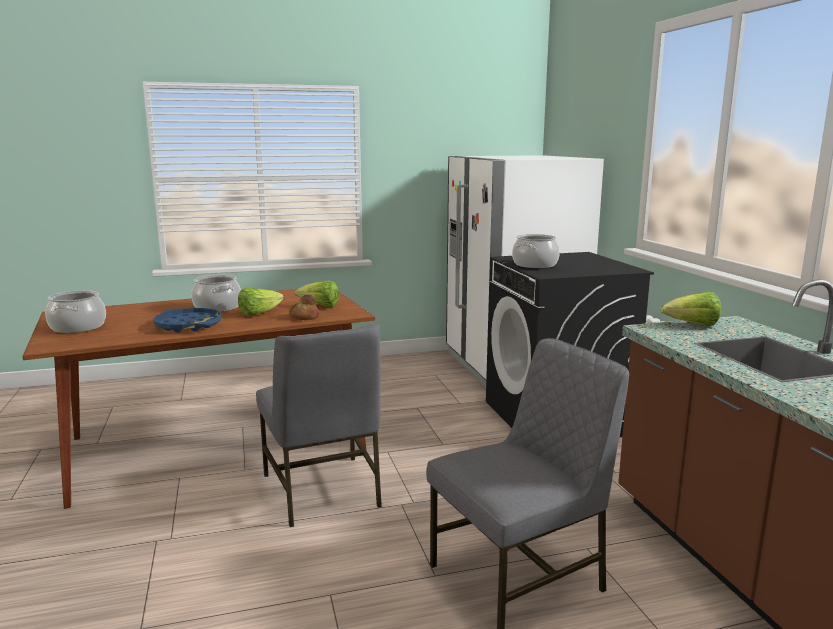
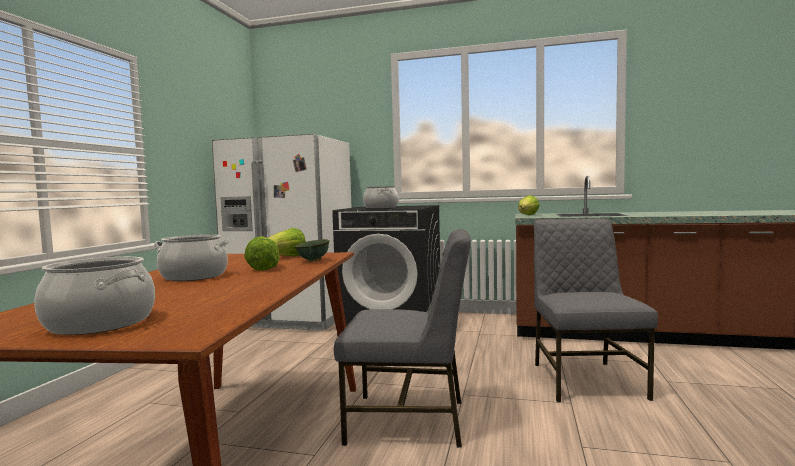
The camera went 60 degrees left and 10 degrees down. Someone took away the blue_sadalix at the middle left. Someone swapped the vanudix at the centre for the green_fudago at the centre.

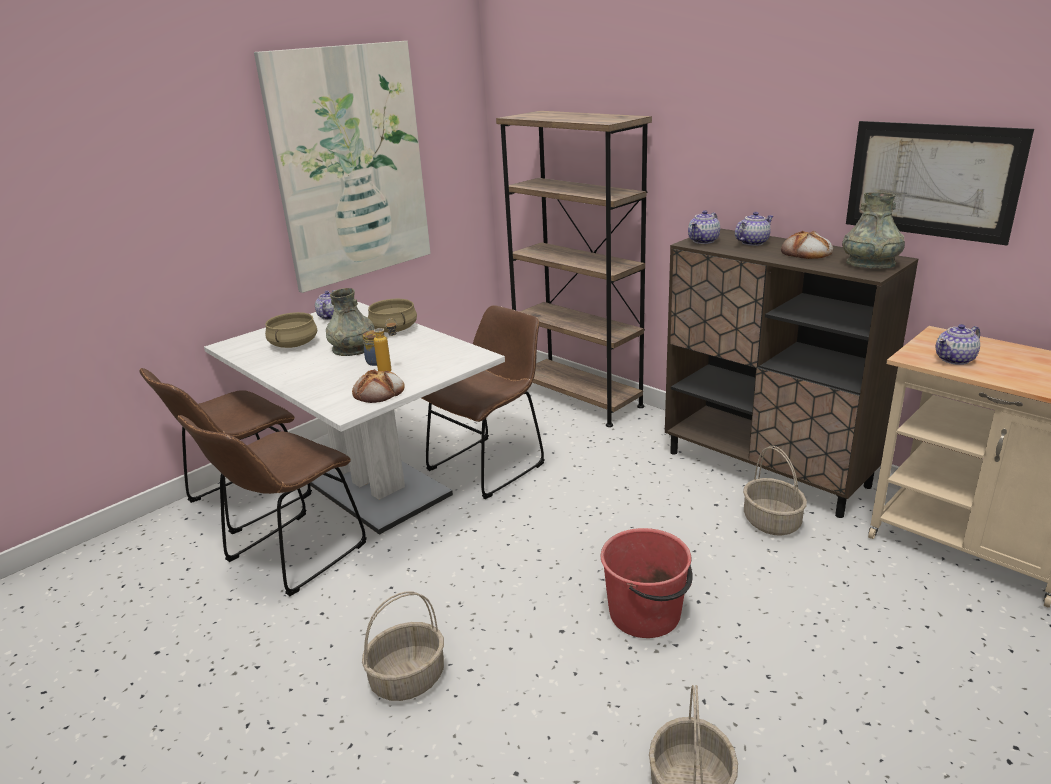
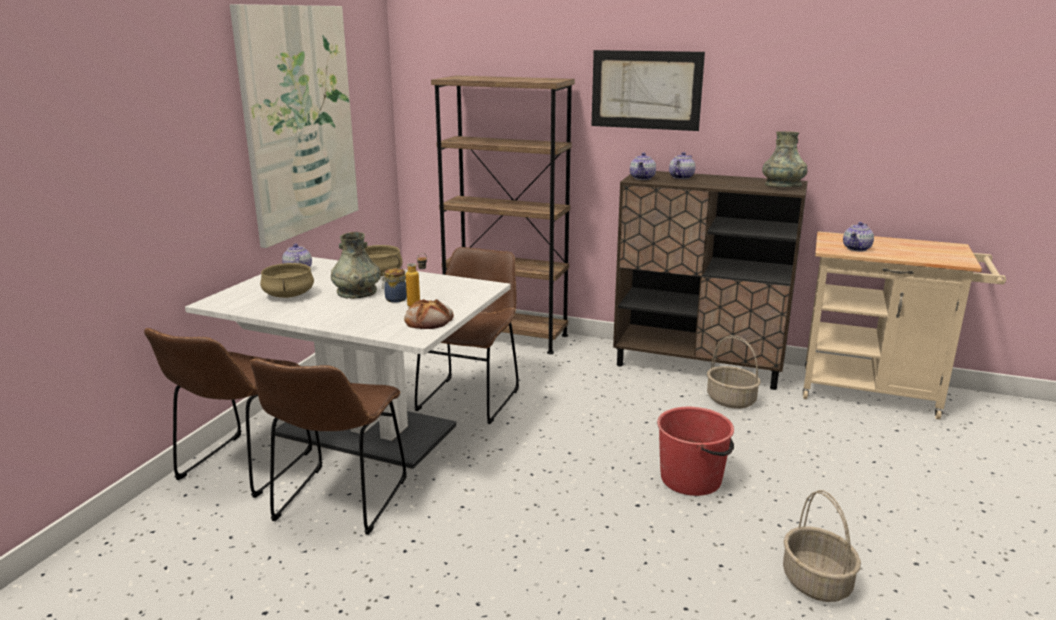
The camera went 25 degrees left and 5 degrees down. Someone took away the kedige (no. 1 from left) at the bottom centre. Someone took away the vanudix (no. 2 from left) at the top right. Someone carried the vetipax (no. 2 from left) from the top right to the top centre.

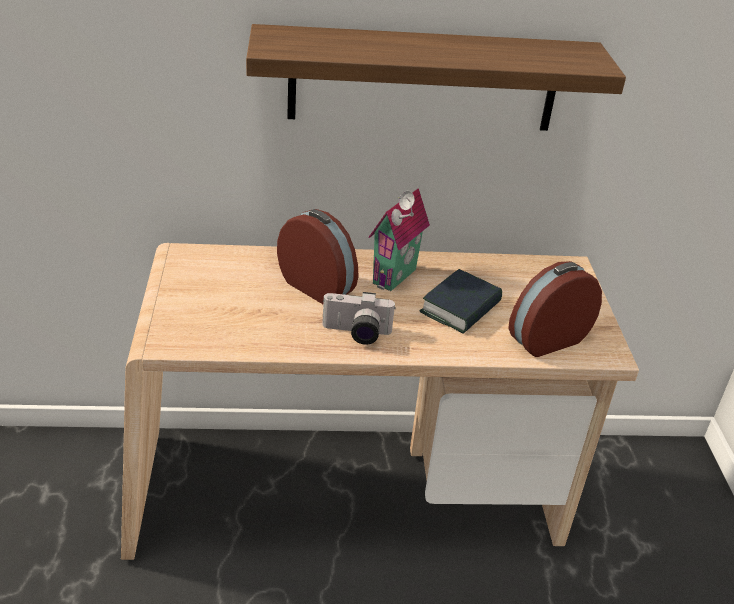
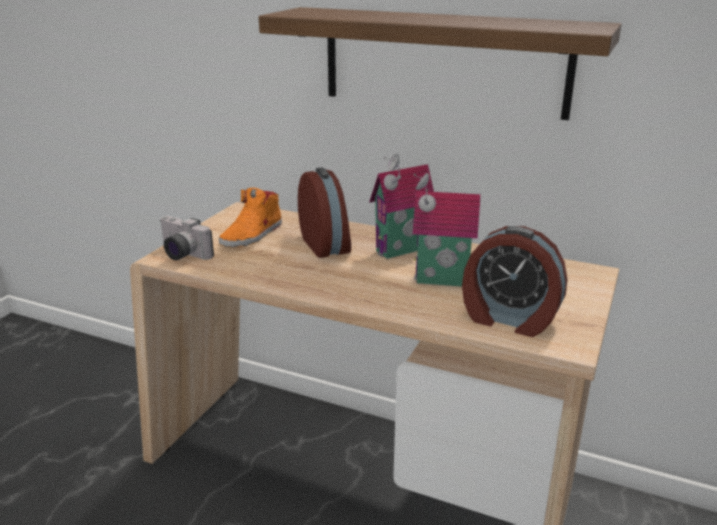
The camera went 30 degrees right and 10 degrees down. Someone put down the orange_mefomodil at the centre. Someone carried the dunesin from the centre to the middle left. Someone swapped the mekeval at the centre for the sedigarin (no. 2 from left) at the centre. Someone rotated the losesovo (no. 2 from left) at the middle right by 150 degrees counterclockwise.

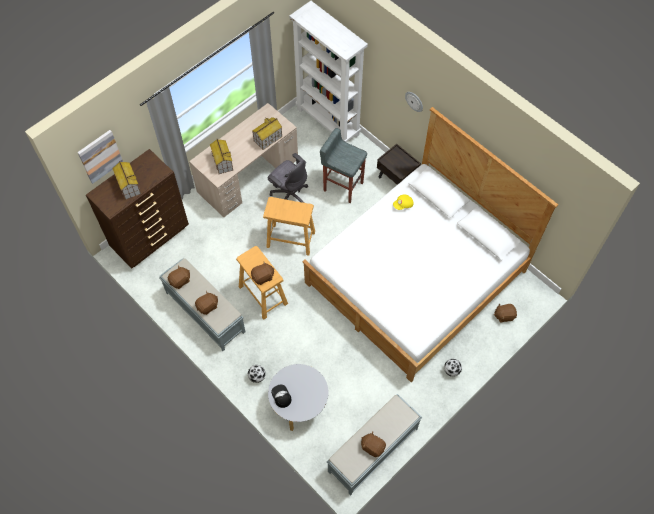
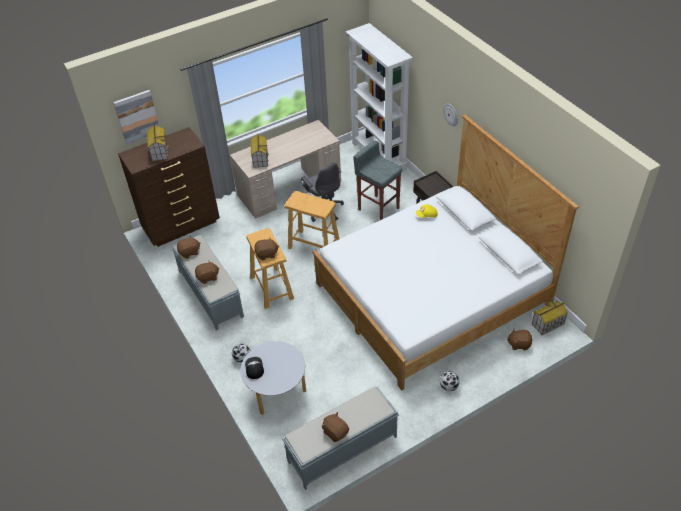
The camera went 15 degrees right and 15 degrees down. Someone carried the sedigarin (no. 3 from left) from the top centre to the middle right.

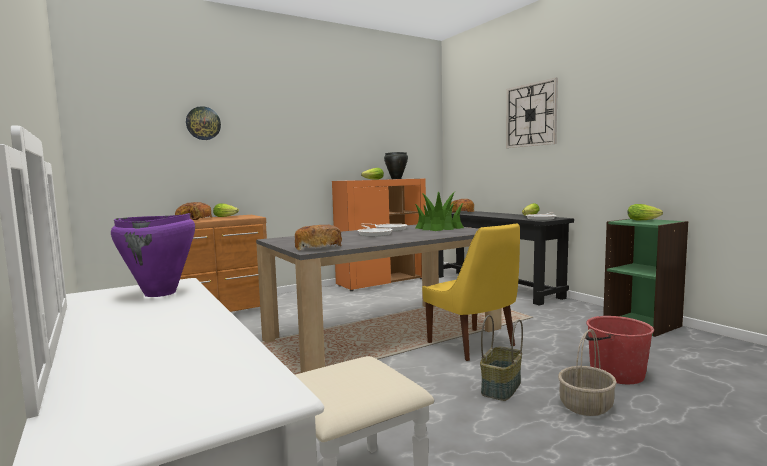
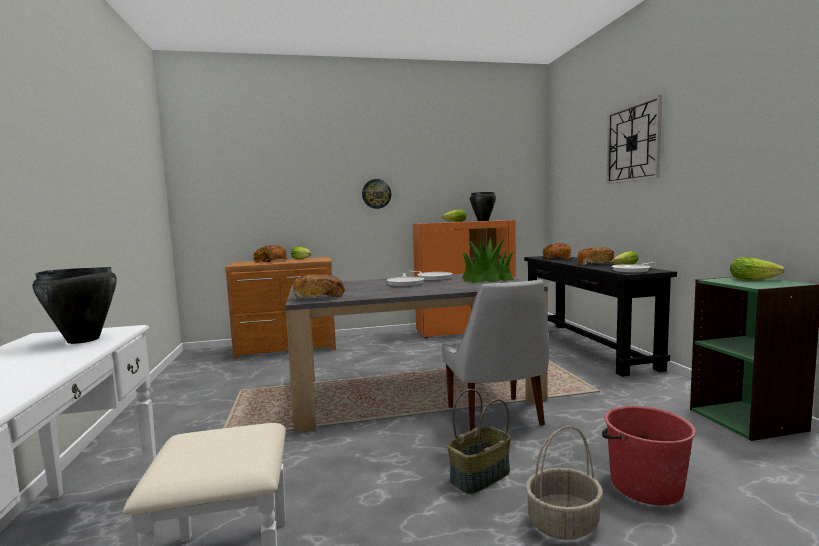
The camera went 20 degrees right and 0 degrees up. Someone put down the vanudix (no. 4 from left) at the middle right. Someone carried the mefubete (no. 1 from left) from the top left to the centre. Someone repainted the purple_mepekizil at the middle left, which became the black_mepekizil (no. 1 from left) at the middle left. Someone repainted the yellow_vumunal at the centre, which became the white_vumunal at the centre.

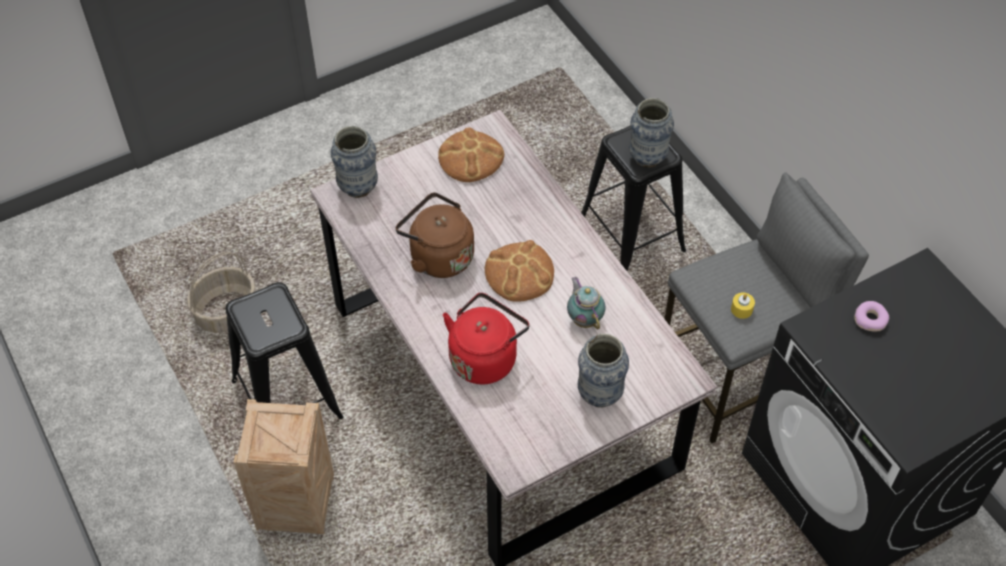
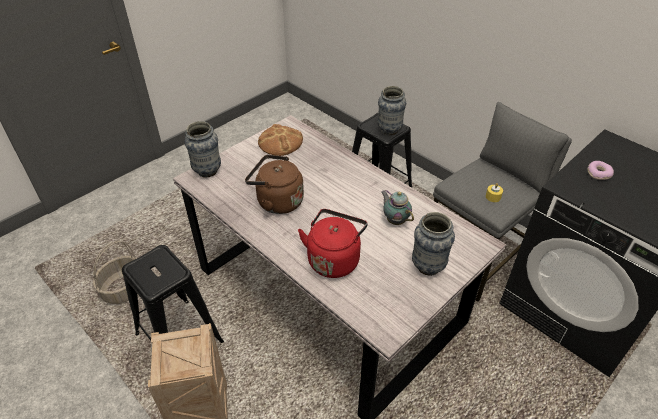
The camera went 15 degrees left and 10 degrees down. Someone took away the vanudix (no. 2 from left) at the centre.

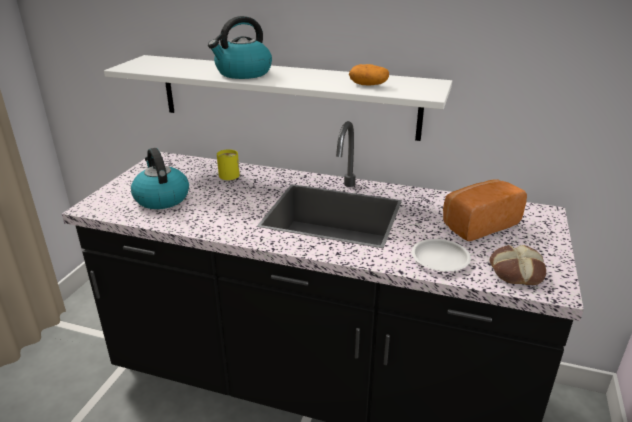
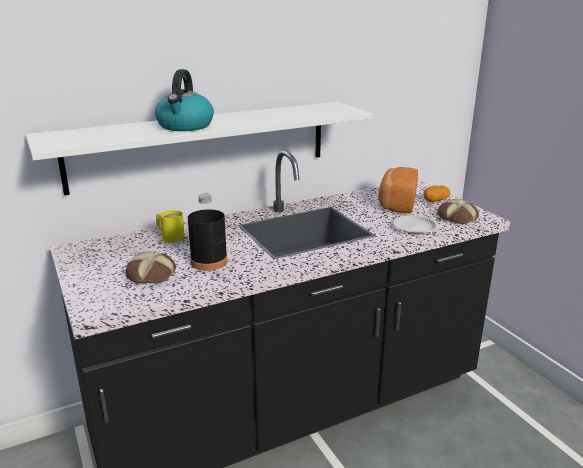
The camera went 45 degrees left and 5 degrees down. Someone put down the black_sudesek at the centre. Someone carried the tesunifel from the top centre to the middle right. Someone swapped the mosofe (no. 1 from left) at the middle left for the vanudix (no. 1 from left) at the middle left.

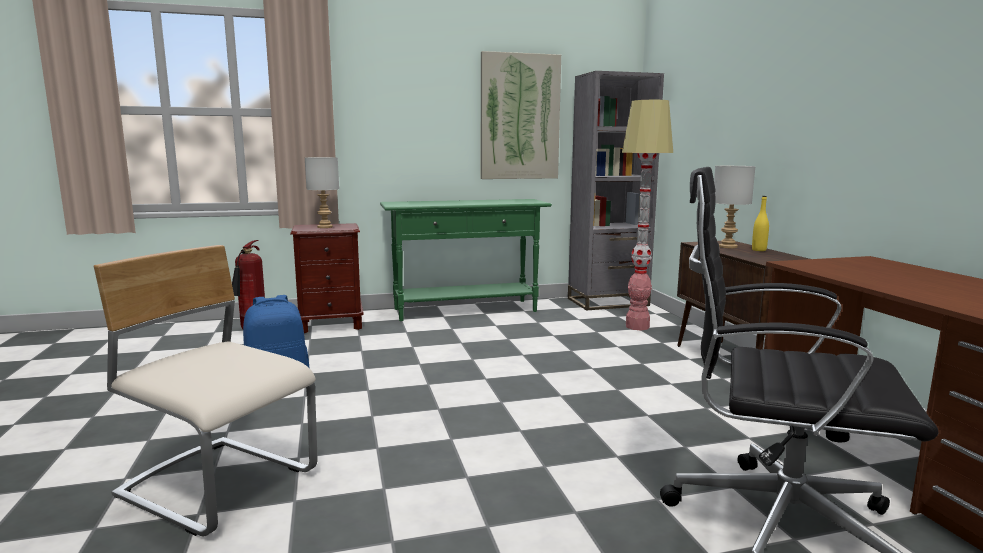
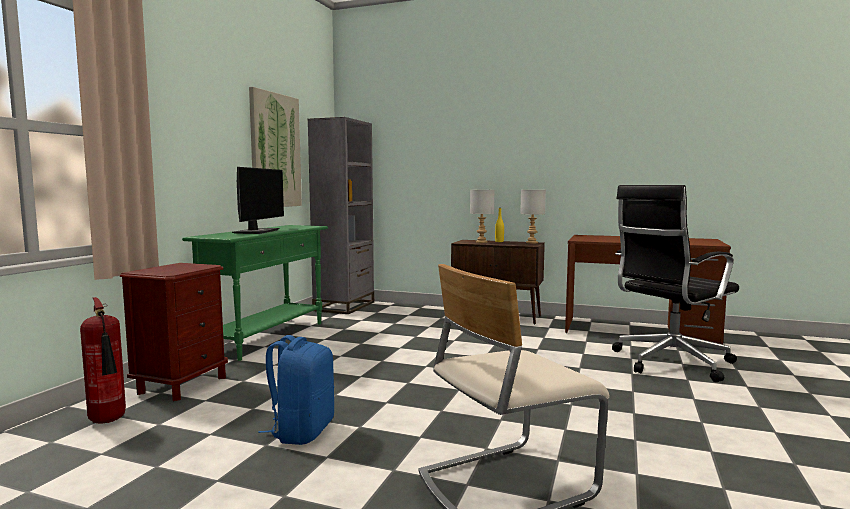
The camera went 55 degrees left and 5 degrees down. Someone took away the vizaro at the centre. Someone put down the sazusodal at the middle left. Someone carried the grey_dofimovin (no. 1 from left in the first image) from the middle left to the centre.

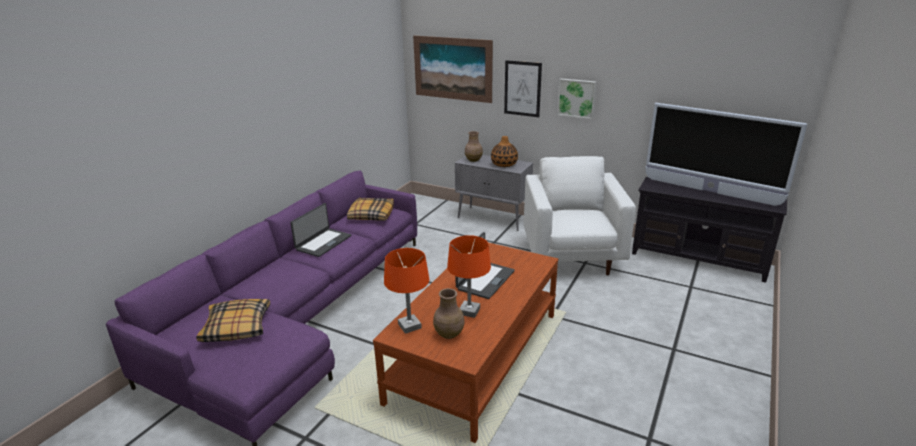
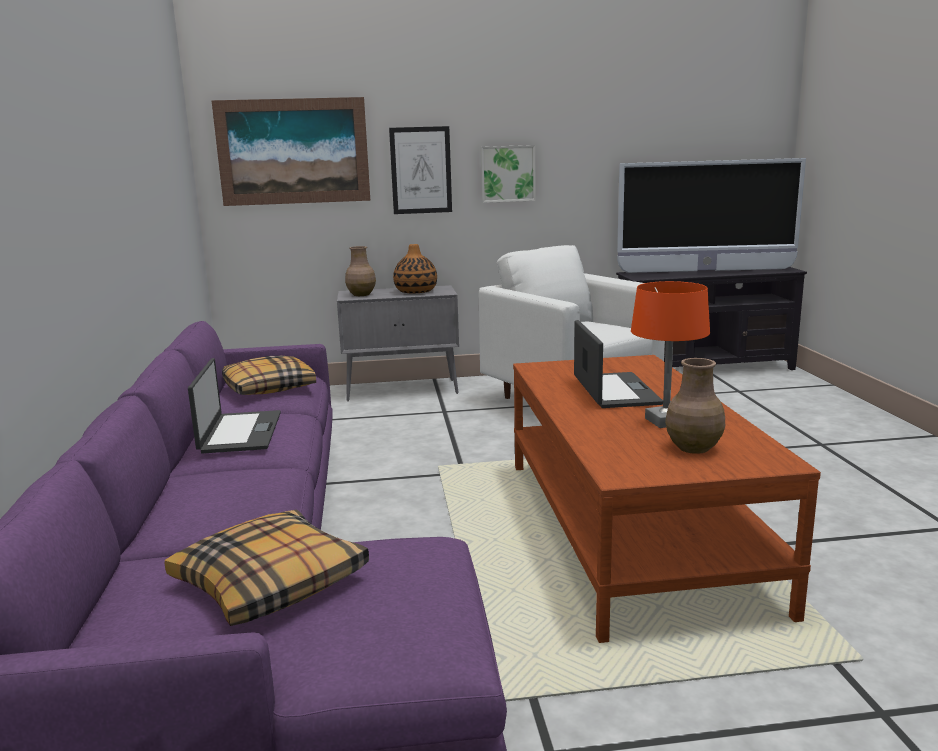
The camera went 35 degrees left and 10 degrees down. Someone took away the orange_dofimovin (no. 1 from left) at the centre.

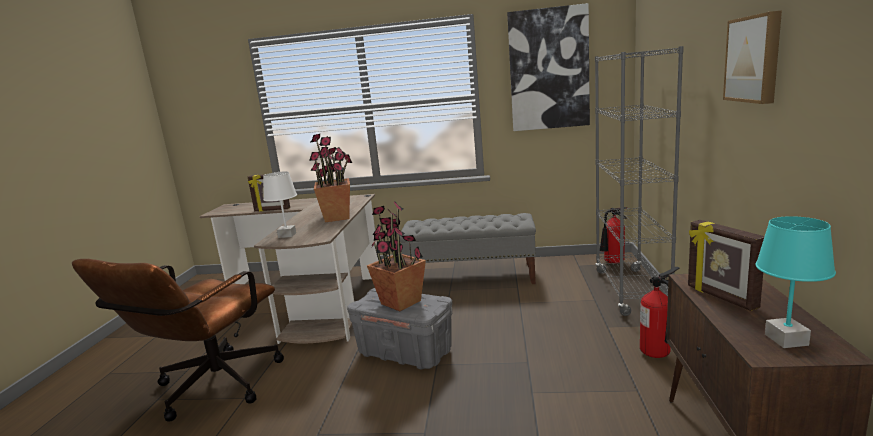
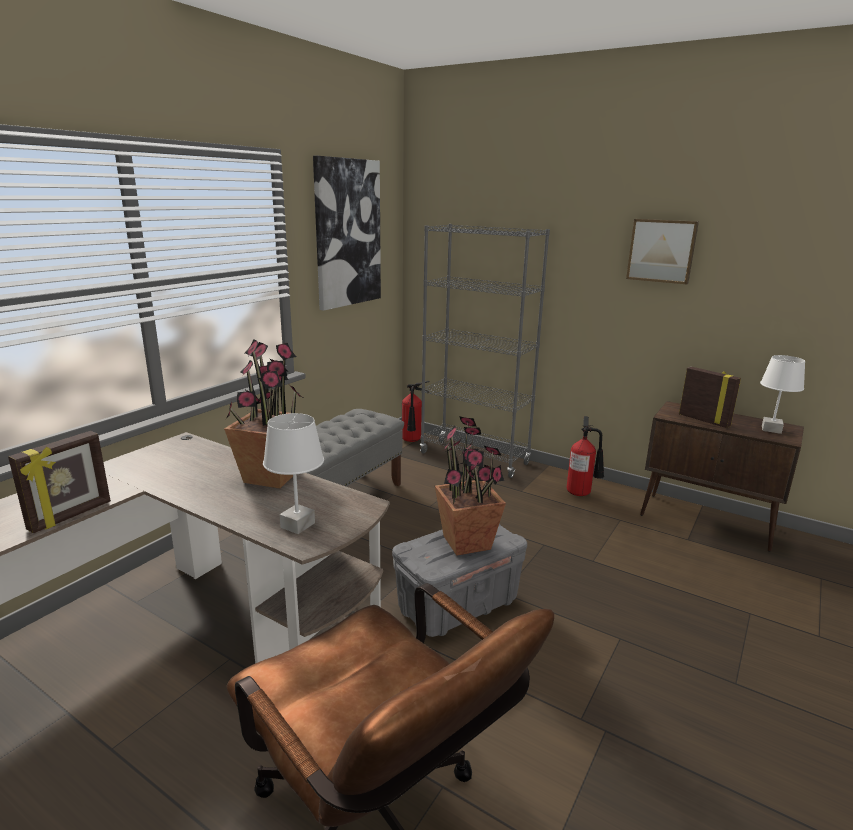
The camera went 65 degrees left and 5 degrees up. Someone repainted the turquoise_dofimovin at the middle right, which became the white_dofimovin (no. 2 from left) at the middle right. Someone rotated the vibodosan (no. 2 from left) at the middle right by 135 degrees counterclockwise.

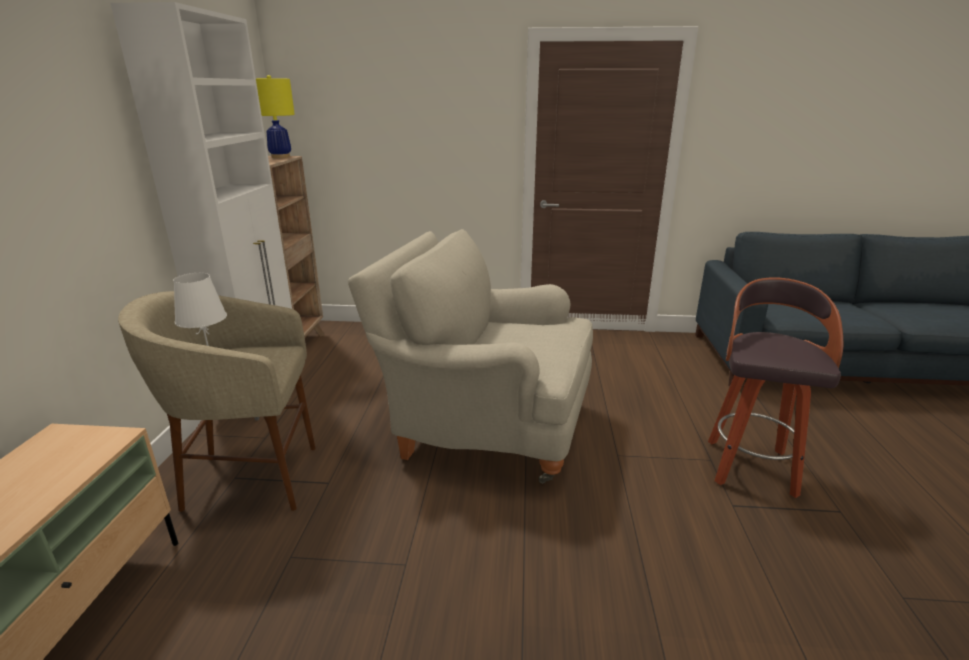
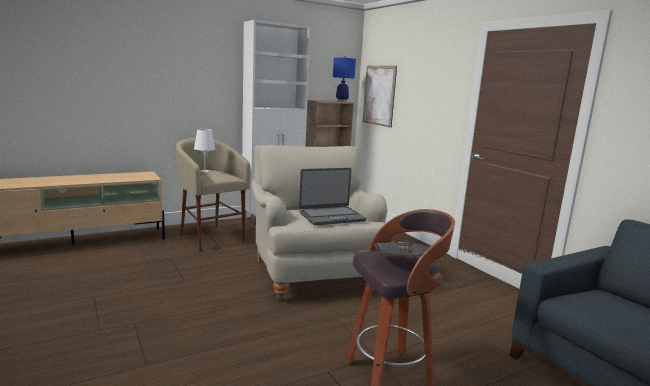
The camera went 55 degrees right and 10 degrees down. Someone put down the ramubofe at the centre. Someone put up the vetipax at the top centre. Someone put down the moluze at the centre. Someone repainted the yellow_dofimovin at the top left, which became the blue_dofimovin at the top centre.

